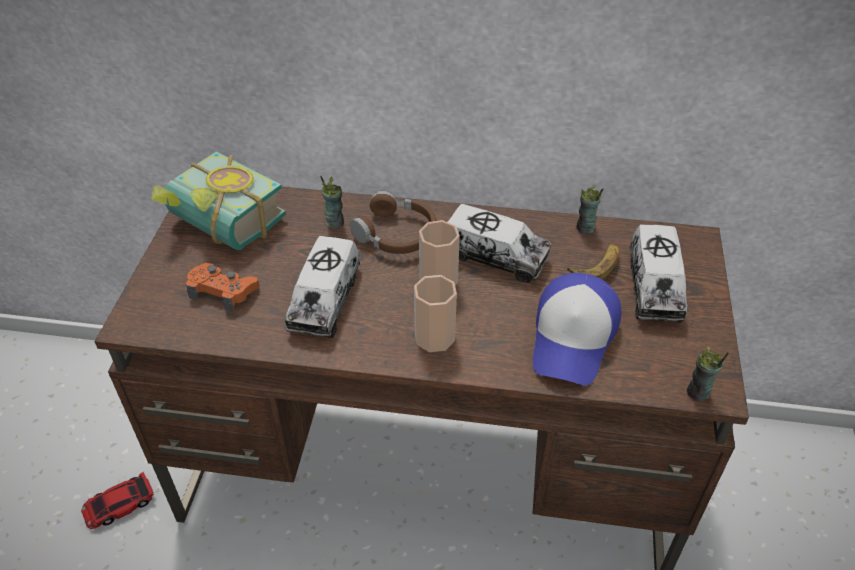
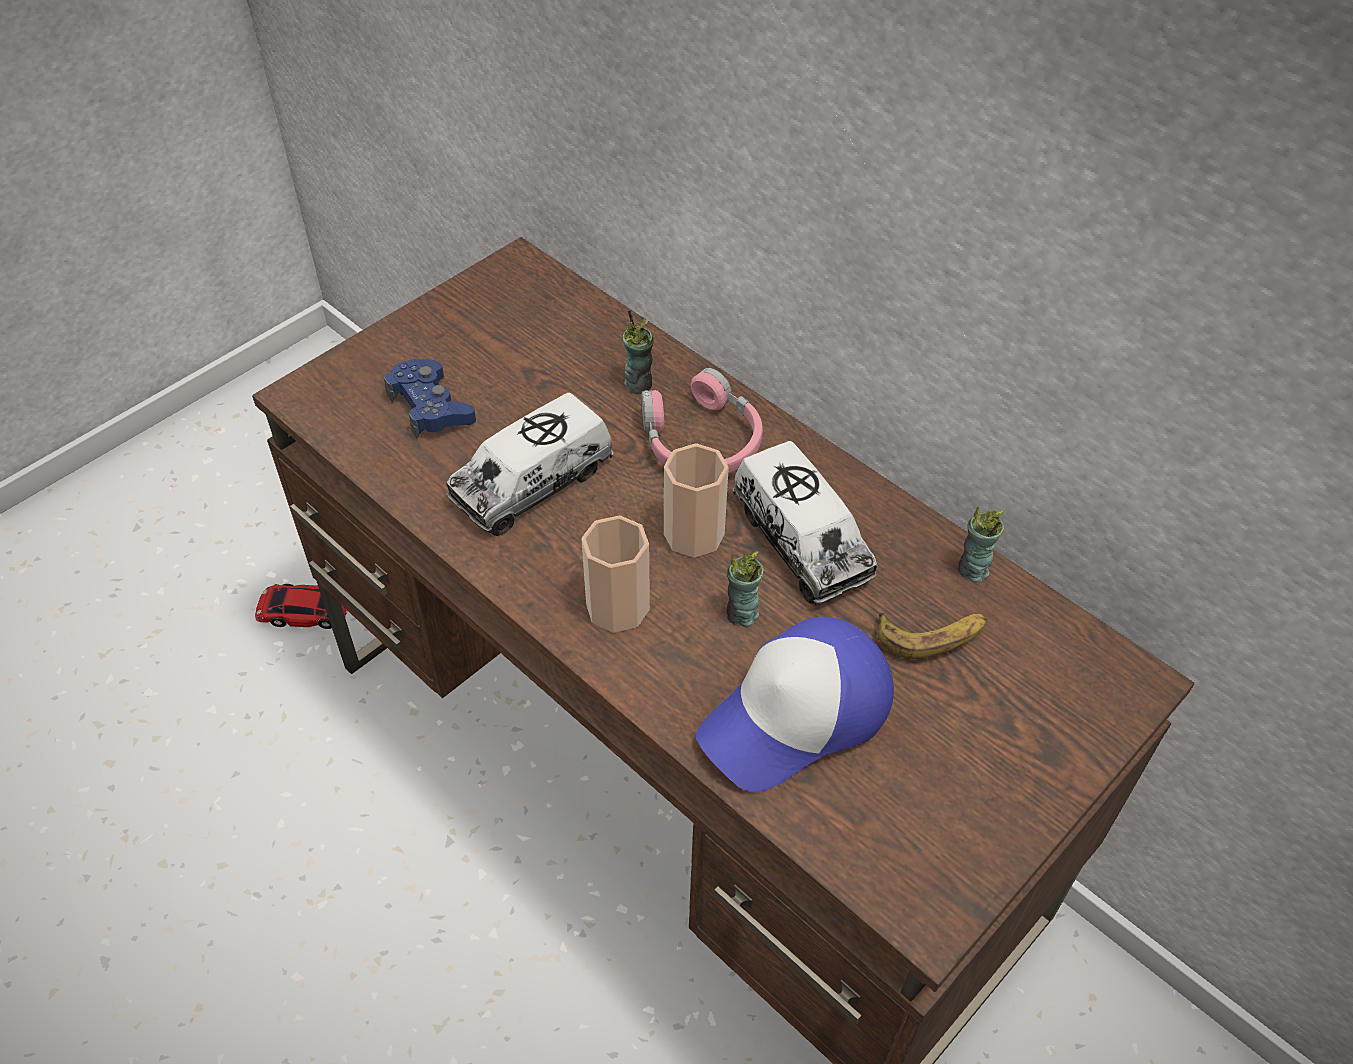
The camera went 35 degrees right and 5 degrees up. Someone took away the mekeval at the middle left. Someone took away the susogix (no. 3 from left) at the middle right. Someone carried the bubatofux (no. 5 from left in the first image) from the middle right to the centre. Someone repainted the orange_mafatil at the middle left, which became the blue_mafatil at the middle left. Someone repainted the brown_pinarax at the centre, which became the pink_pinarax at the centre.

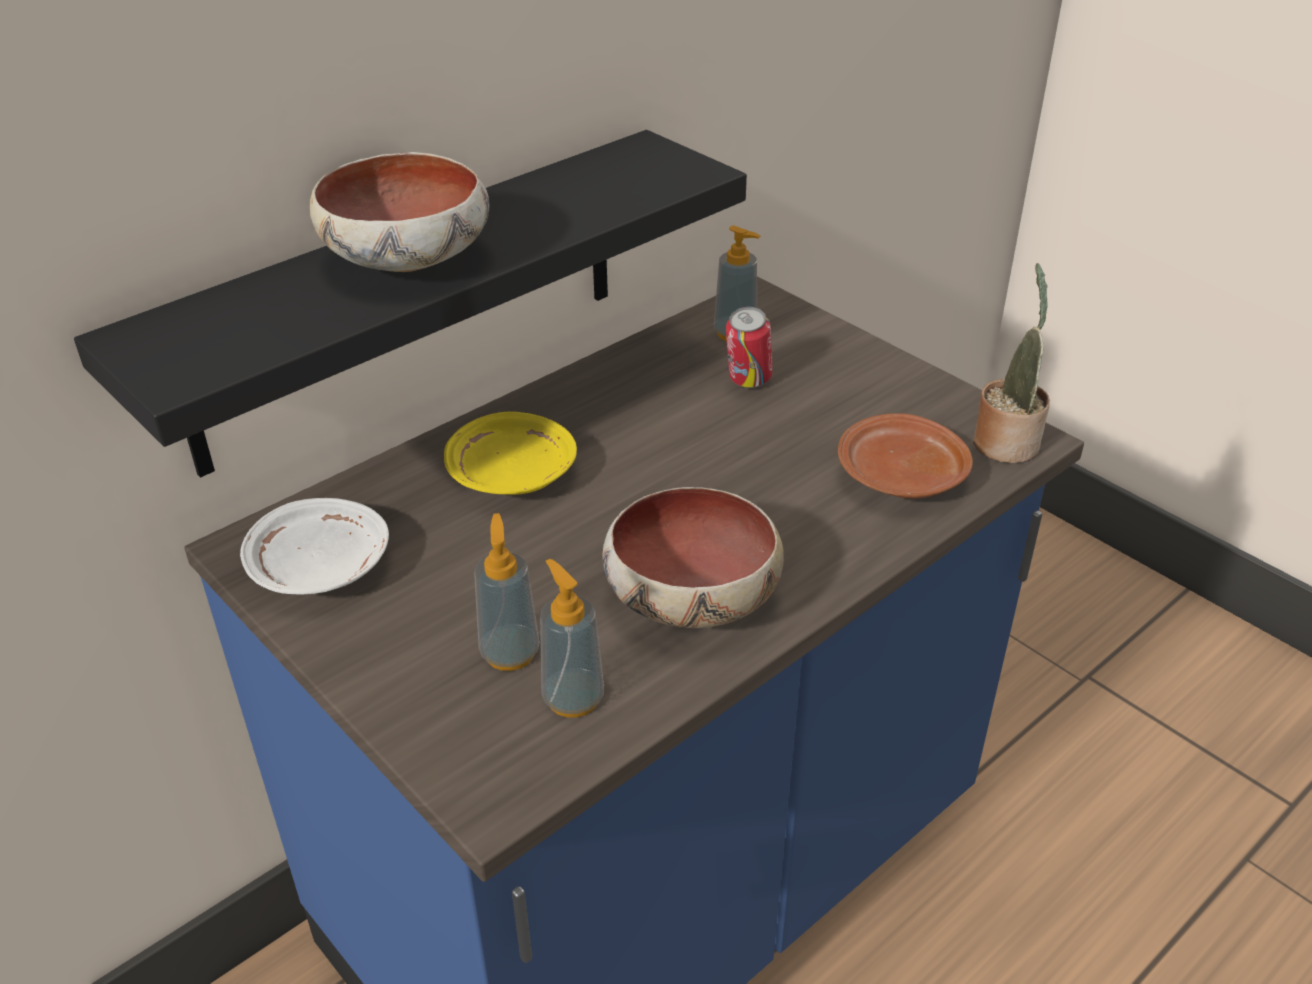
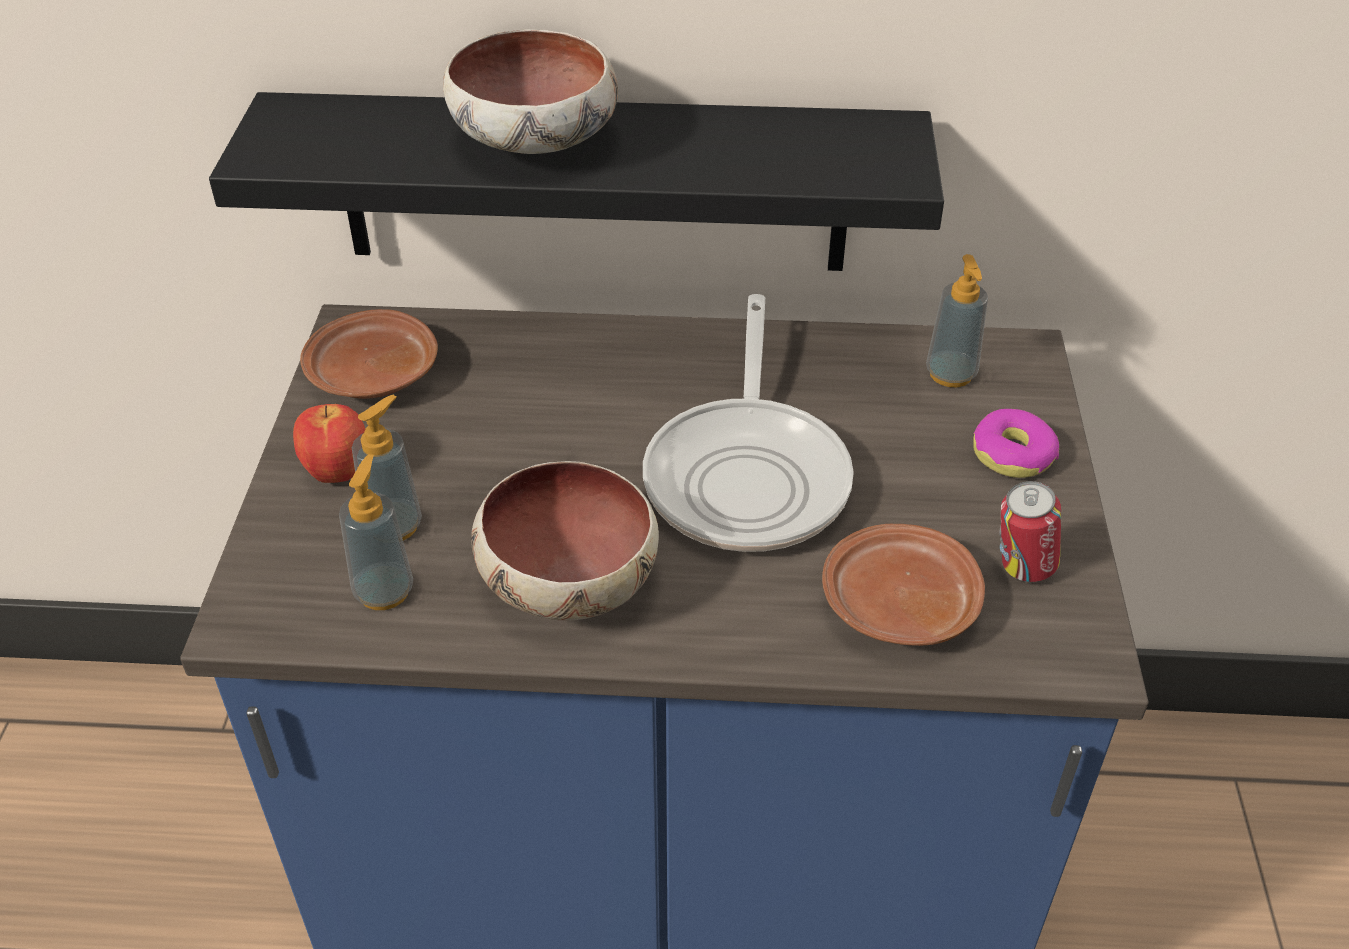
The camera went 45 degrees right and 5 degrees up. Someone took away the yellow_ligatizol at the centre. Someone took away the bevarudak at the middle right. Someone put down the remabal at the middle left. Someone put down the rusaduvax at the centre. Someone put down the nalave at the middle right. Someone carried the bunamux from the centre to the middle right. Someone repainted the white_ligatizol at the middle left, which became the brown_ligatizol (no. 1 from left) at the middle left.

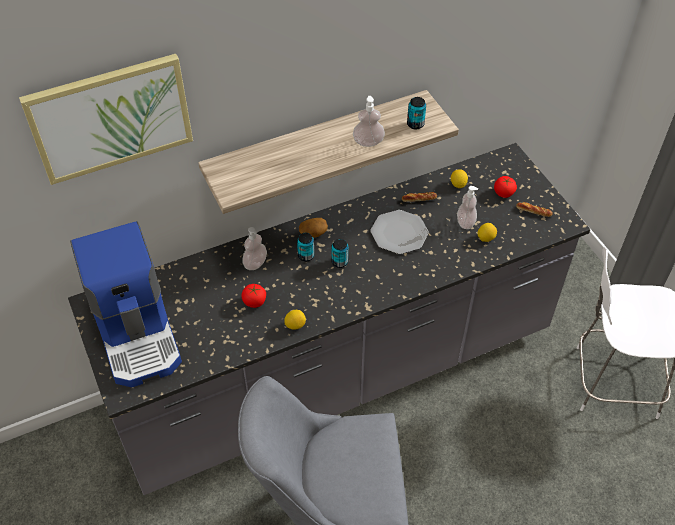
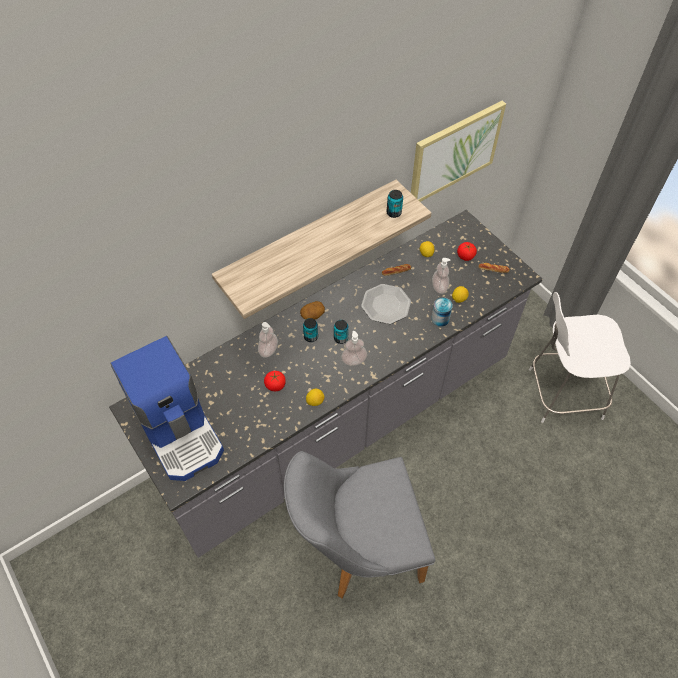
The camera went 10 degrees left and 5 degrees up. Someone put down the bunamux (no. 4 from left) at the centre. Someone carried the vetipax from the top left to the top right. Someone carried the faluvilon (no. 2 from left) from the top centre to the centre.

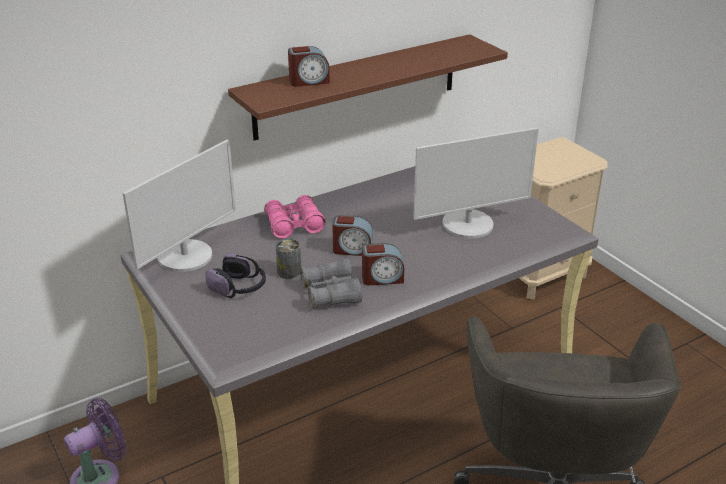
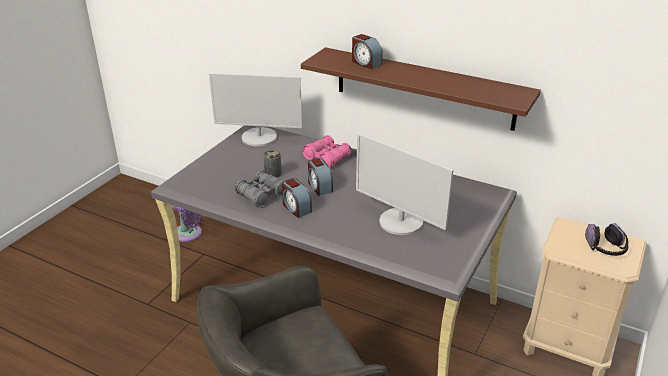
The camera went 60 degrees right and 0 degrees up. Someone carried the pinarax from the middle left to the middle right.

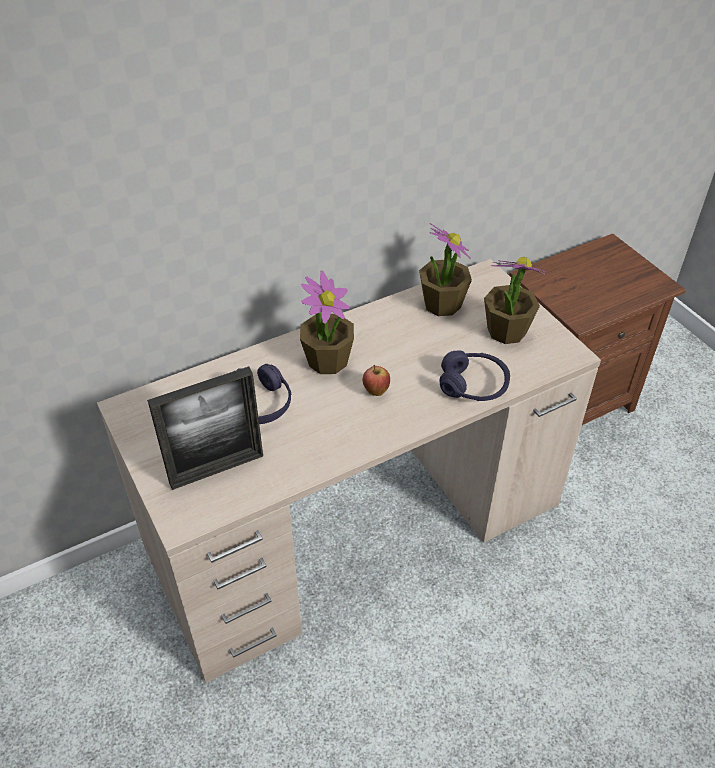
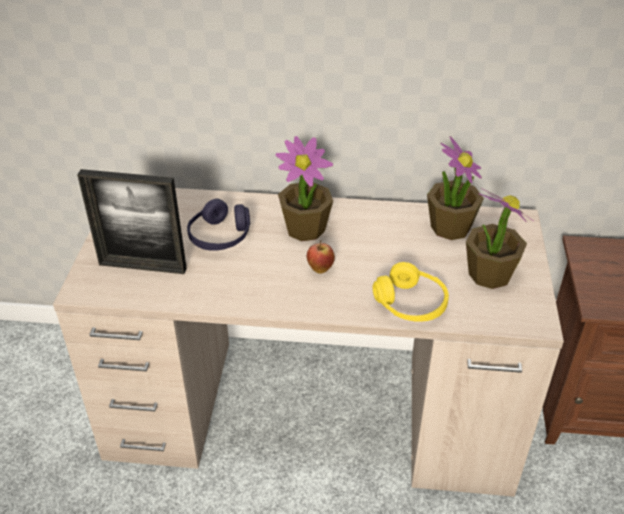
The camera went 35 degrees right and 5 degrees down. Someone repainted the purple_pinarax (no. 2 from left) at the centre, which became the yellow_pinarax at the centre.

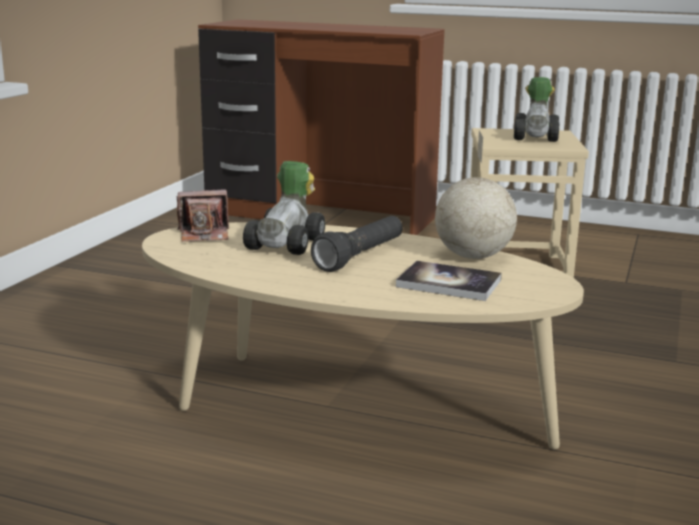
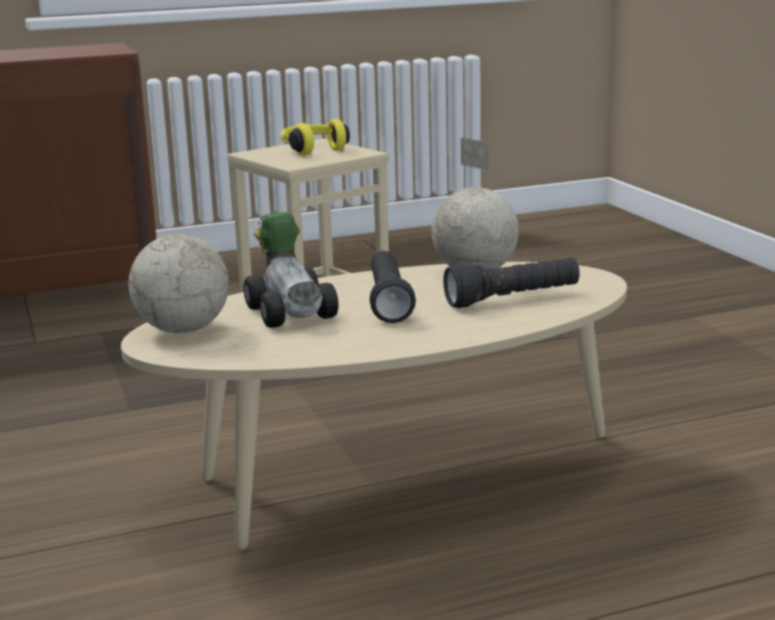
The camera went 40 degrees left and 0 degrees up. Someone swapped the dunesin at the middle left for the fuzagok (no. 1 from left) at the middle left. Someone swapped the mekeval at the centre for the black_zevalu (no. 2 from left) at the centre. Someone swapped the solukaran (no. 2 from left) at the top right for the yellow_pinarax at the top centre.

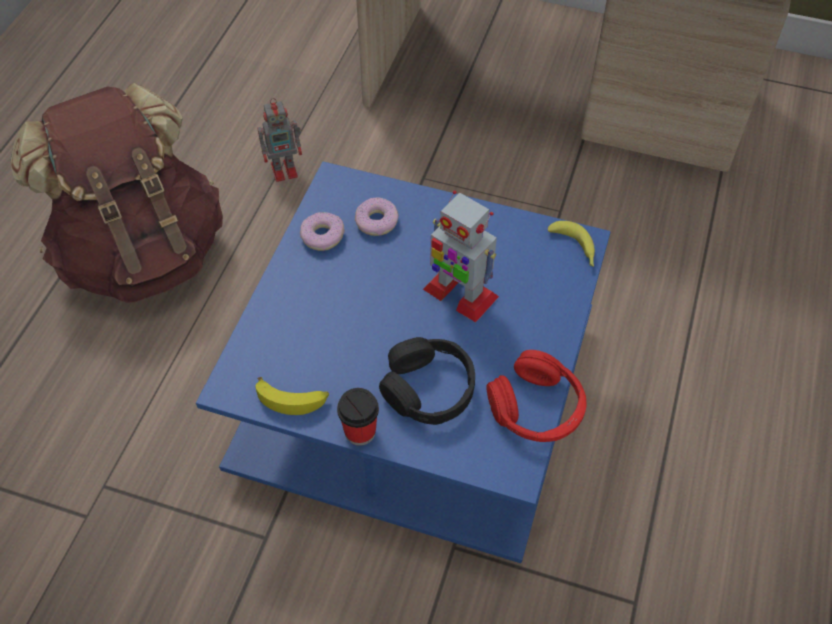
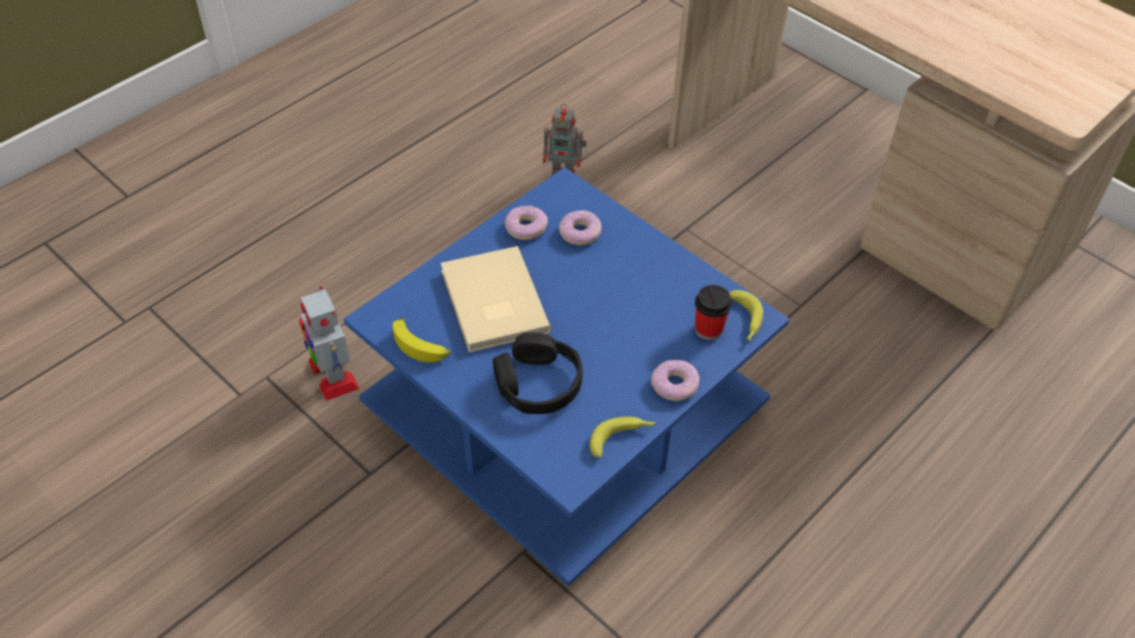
The camera went 25 degrees right and 5 degrees down. Someone took away the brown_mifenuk at the top left. Someone put down the beige_mekeval at the centre. Someone put down the nalave (no. 3 from left) at the centre. Someone carried the bubatofux from the bottom centre to the centre. Someone carried the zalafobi (no. 2 from left in the first image) from the centre to the middle left. Someone swapped the red_pinarax at the centre for the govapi (no. 2 from left) at the bottom centre.

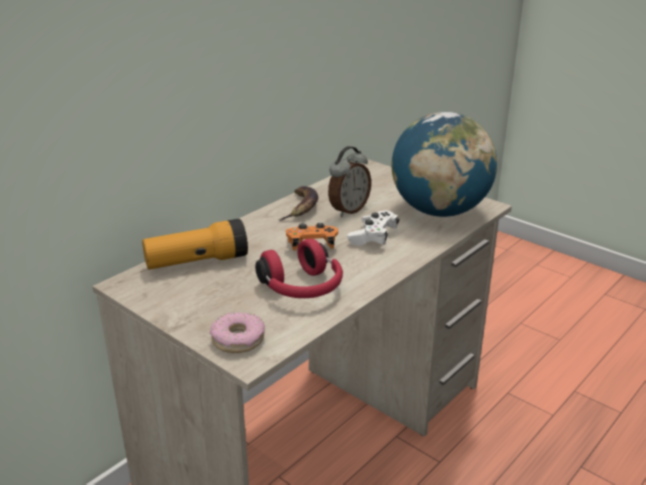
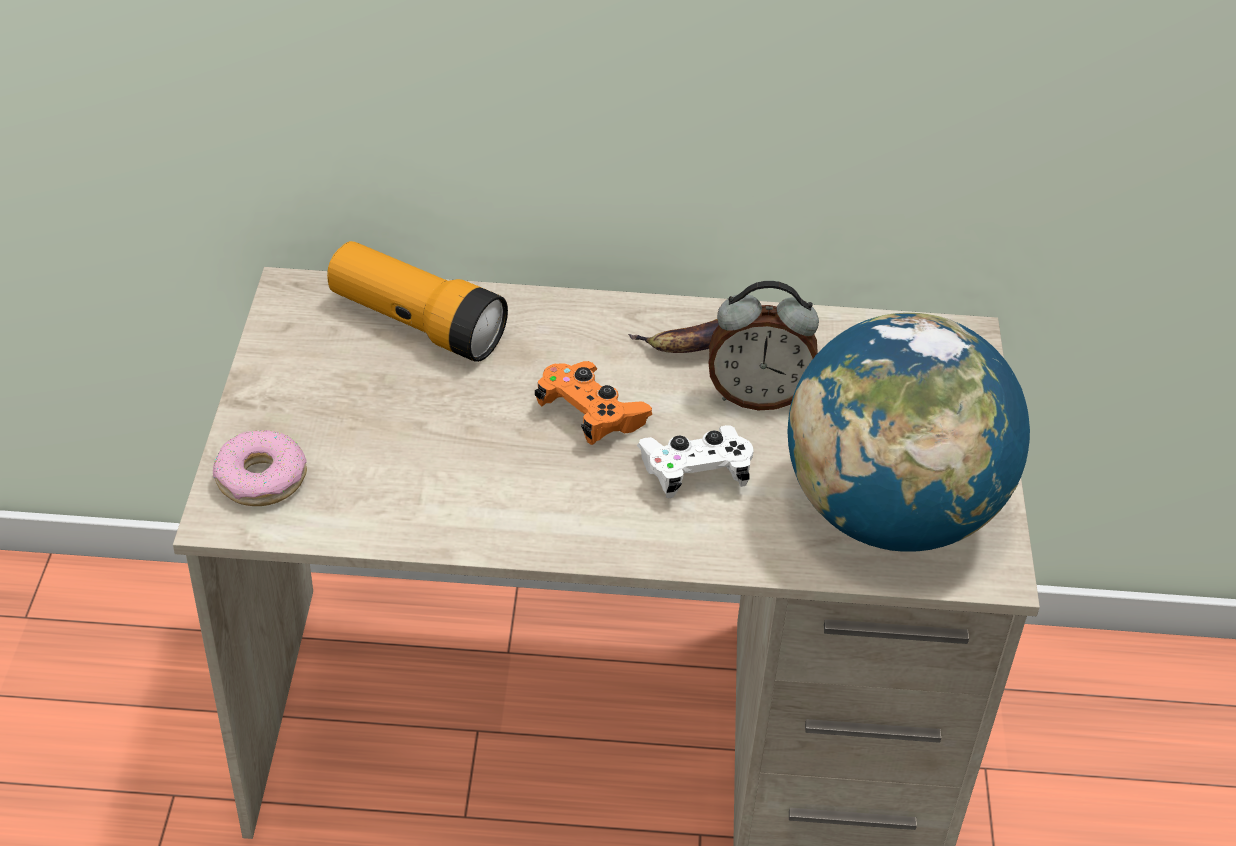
The camera went 50 degrees right and 15 degrees up. Someone took away the red_pinarax at the centre.

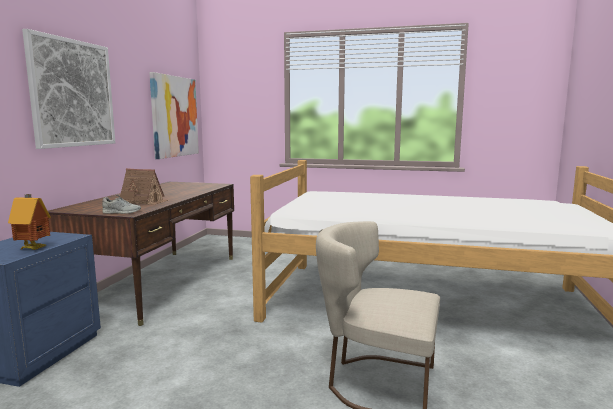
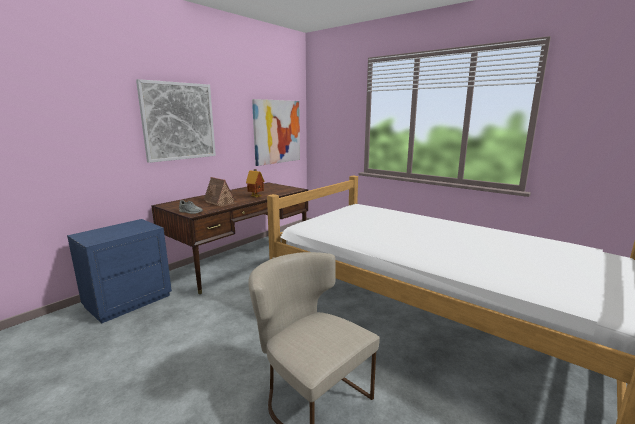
The camera went 25 degrees right and 5 degrees up. Someone carried the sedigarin (no. 1 from left in the first image) from the middle left to the centre.

